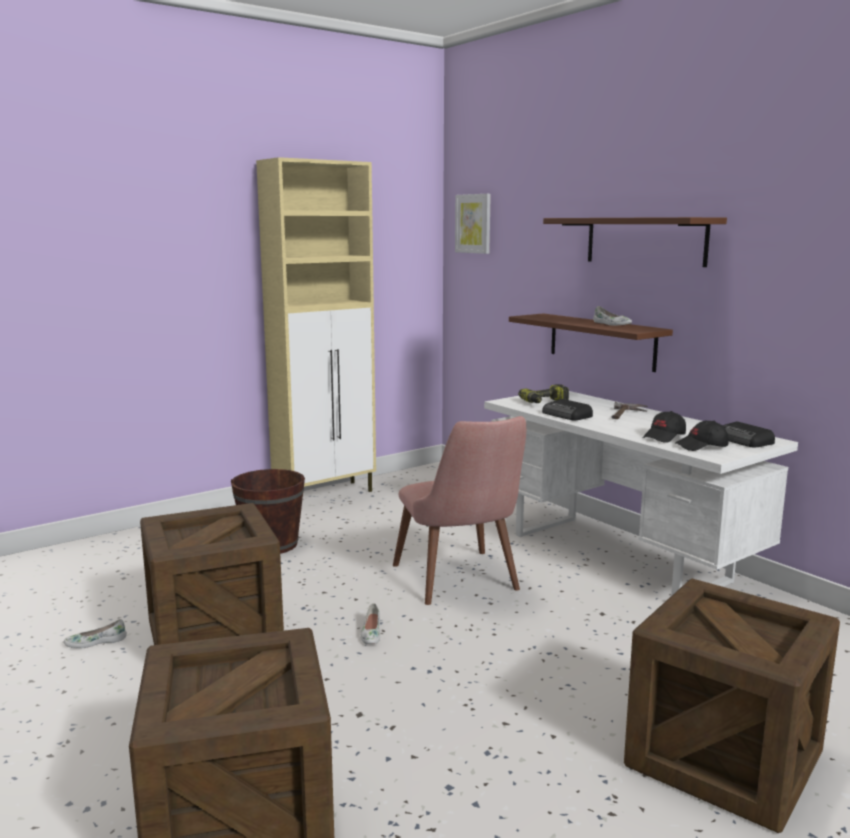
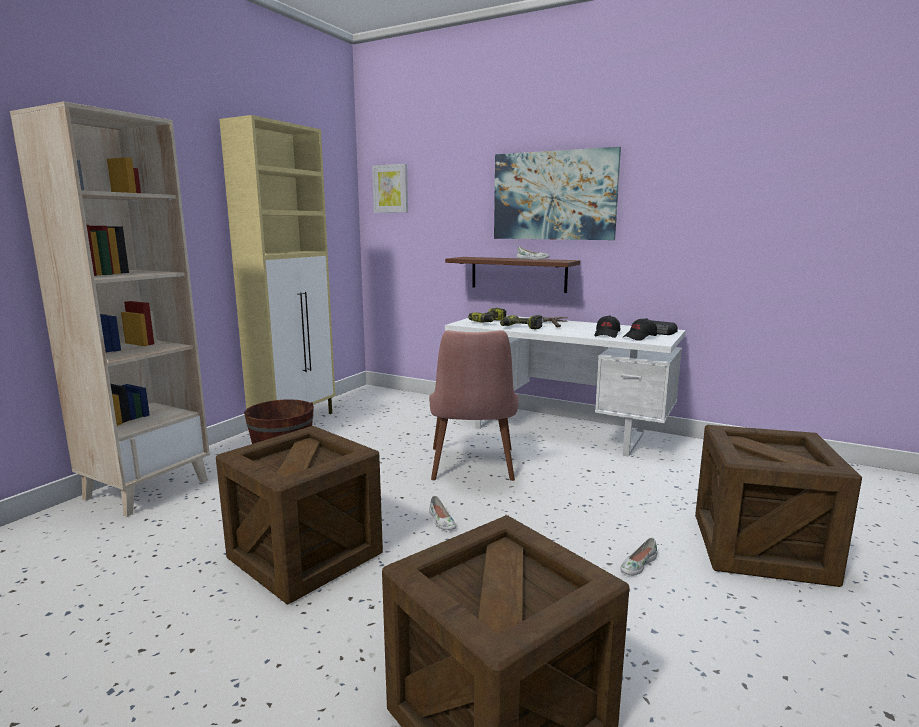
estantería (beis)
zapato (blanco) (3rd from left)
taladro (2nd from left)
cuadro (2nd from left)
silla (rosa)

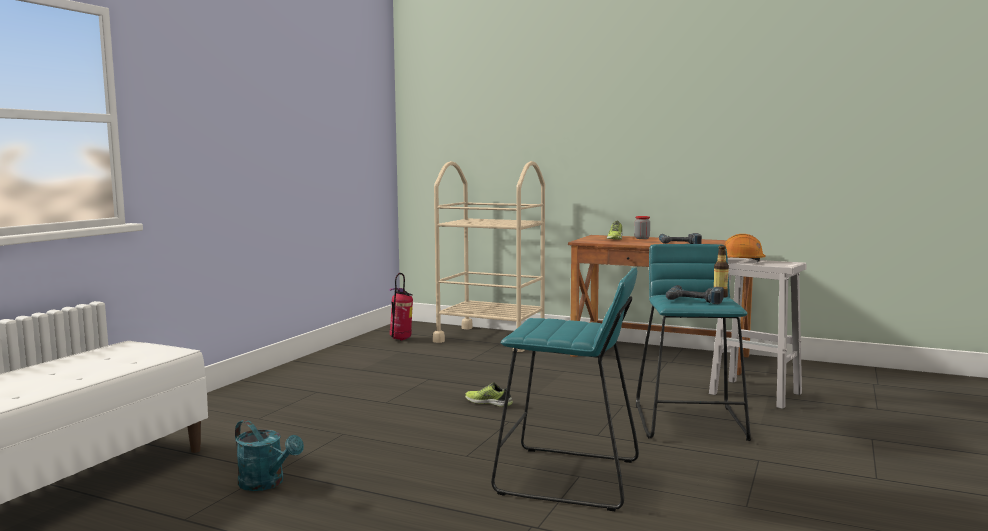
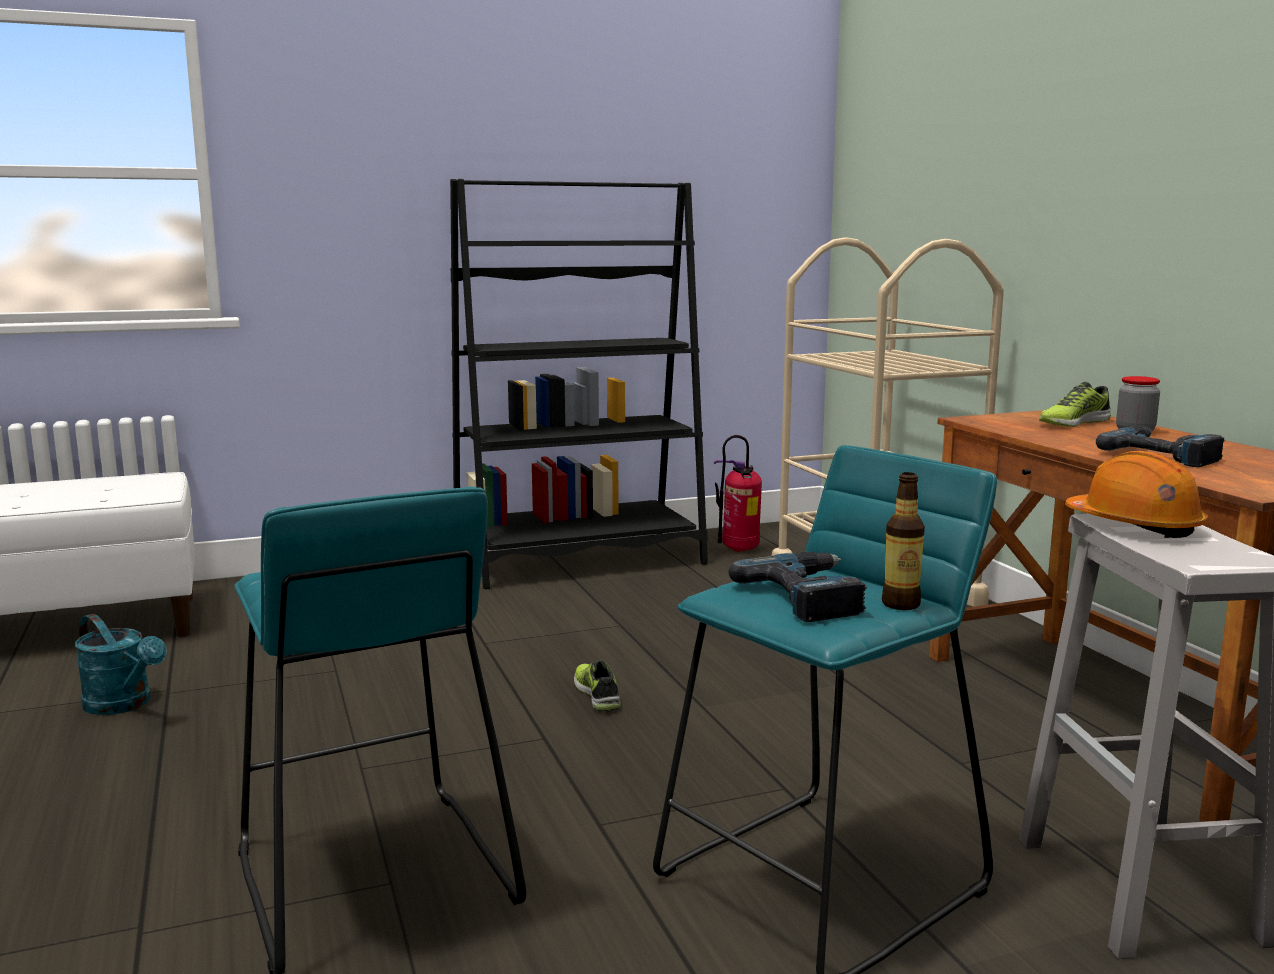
estantería (negro)
regadera (turquesa)

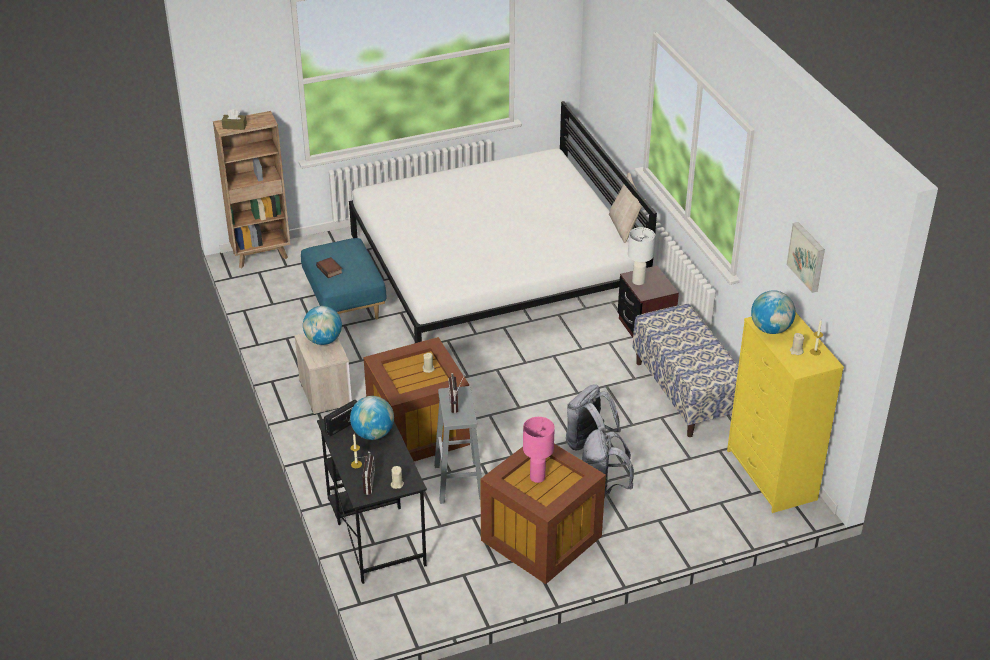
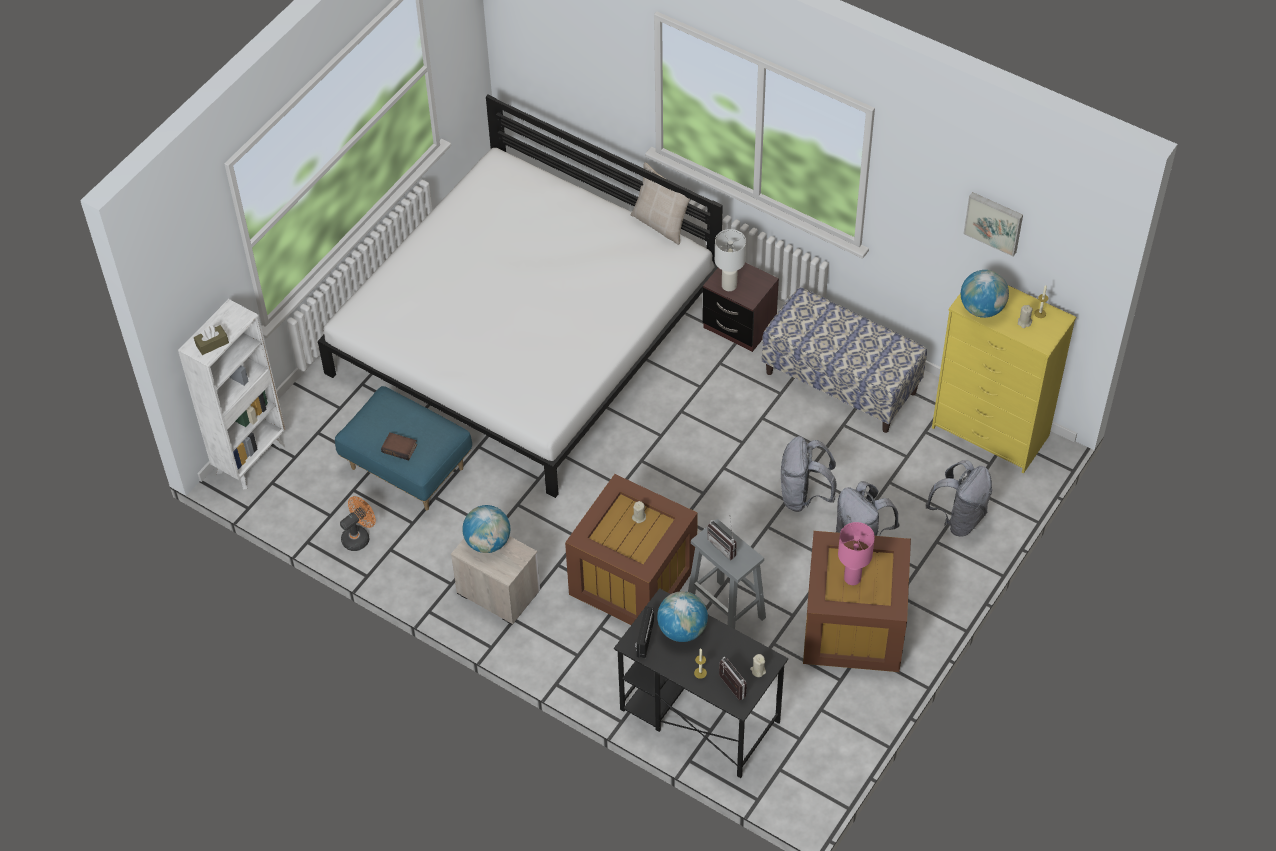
ventilador (naranja)
mochila (gris) (3rd from left)
estantería (blanco)

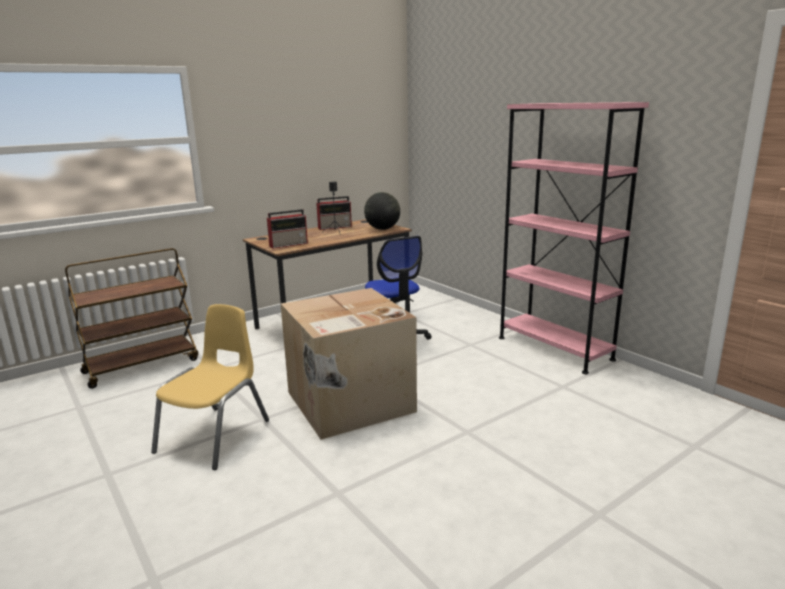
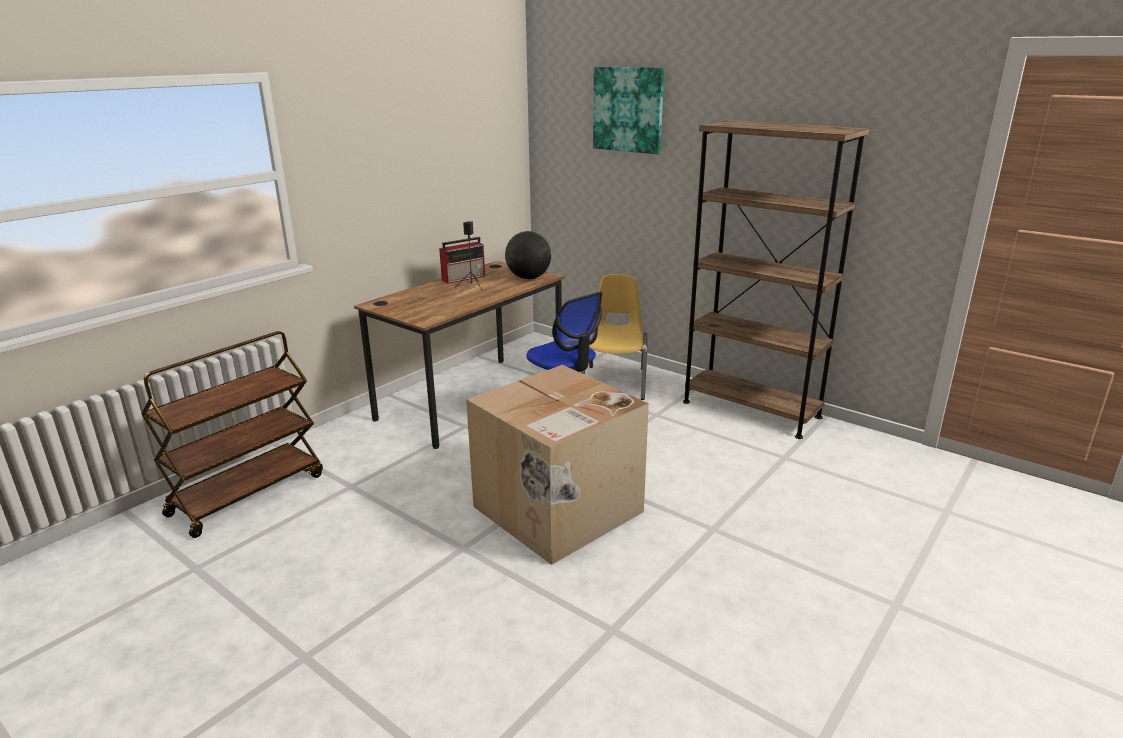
radio (1st from left in the first image)
cuadro
silla (amarillo)
estantería (marrón)

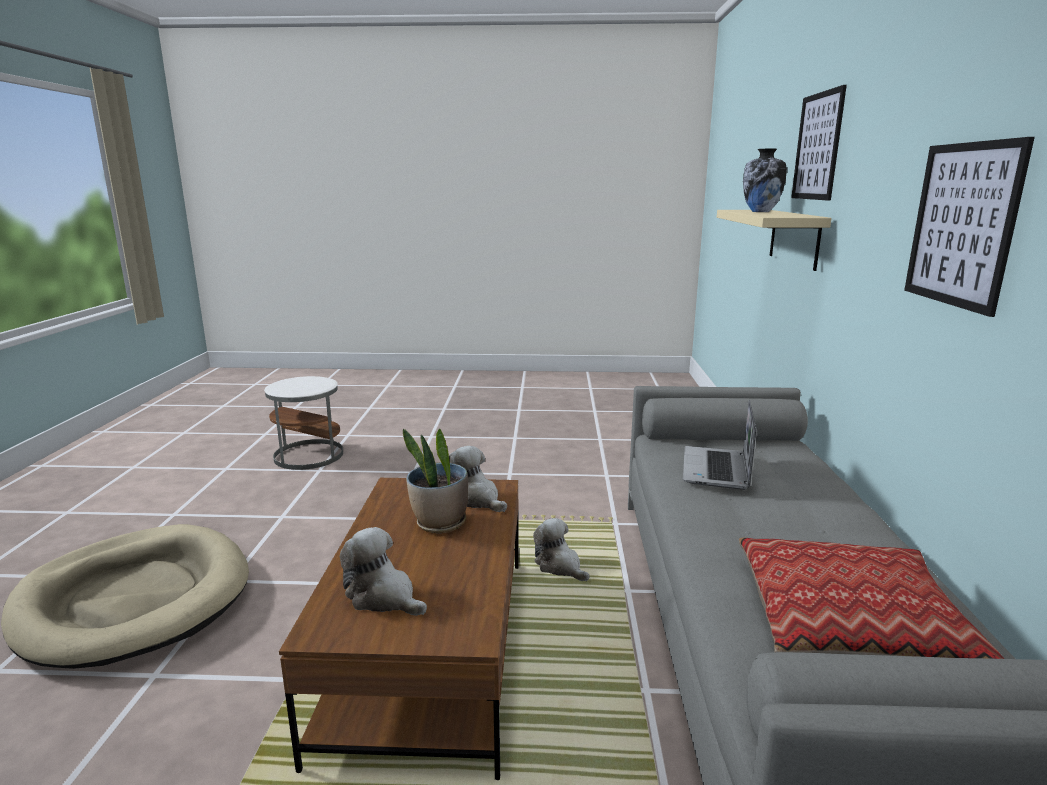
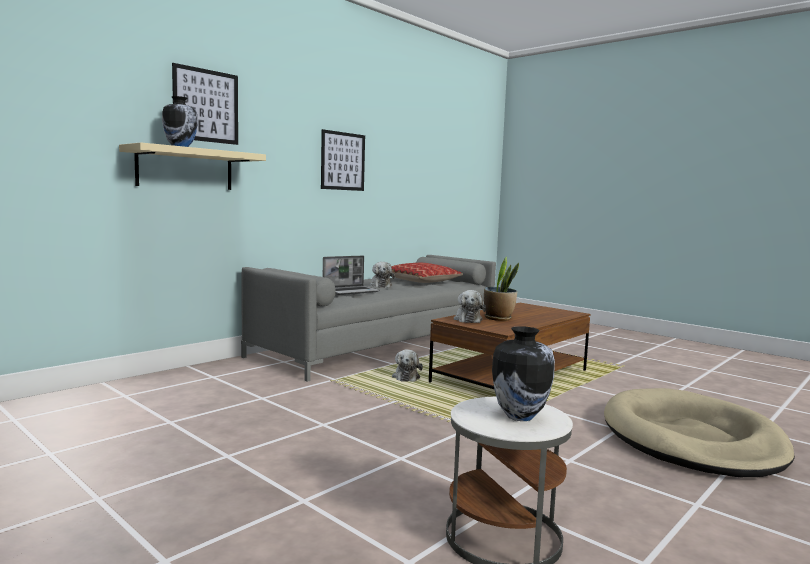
florero (2nd from left)
peluche (1st from left)

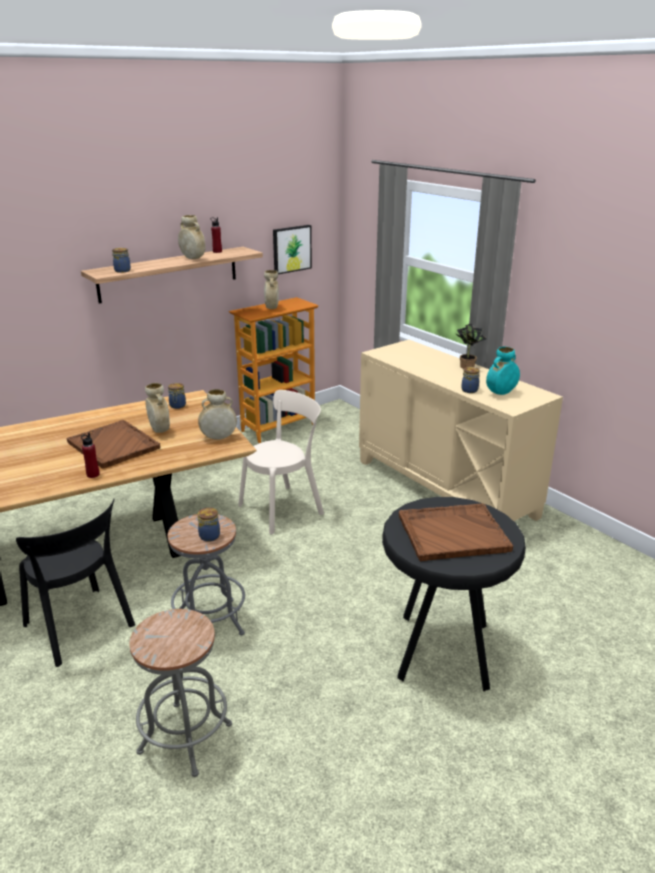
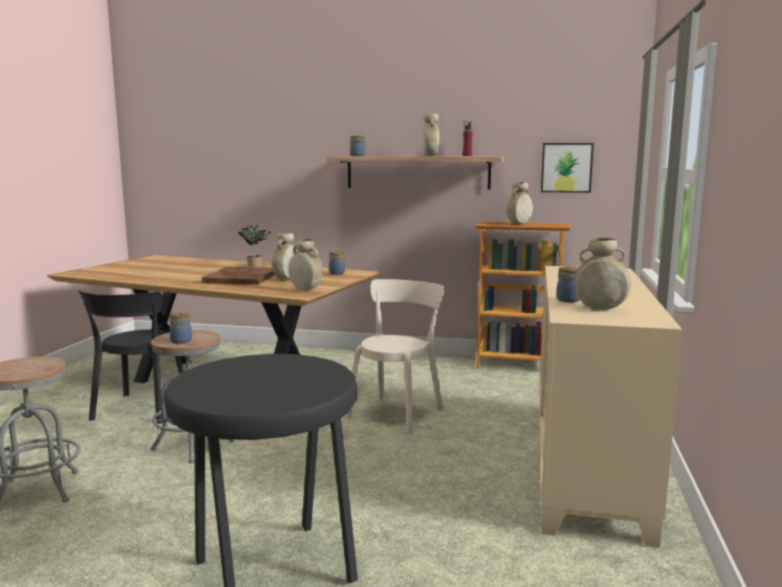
botella (rojo) (1st from left in the first image)
bandeja (marrón) (2nd from left in the first image)
planta en maceta
florero (beis) (5th from left)
silla (beis)

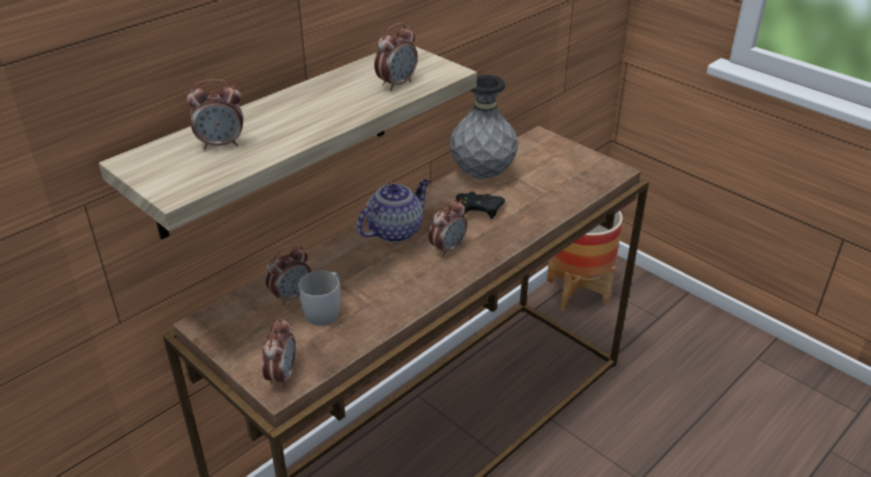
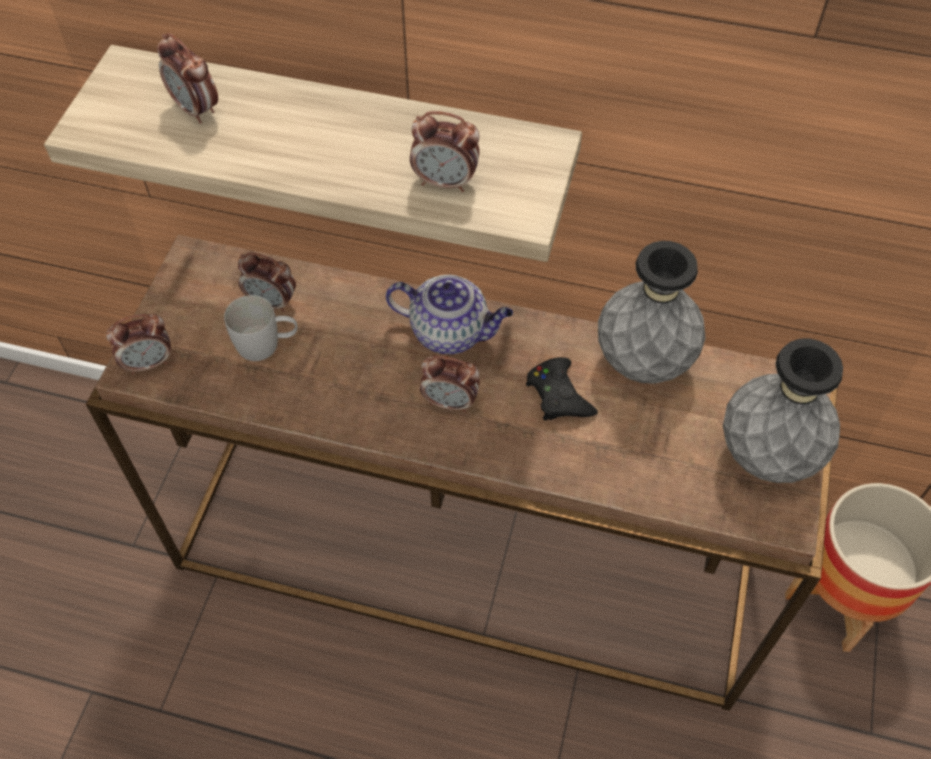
florero (gris) (2nd from left)

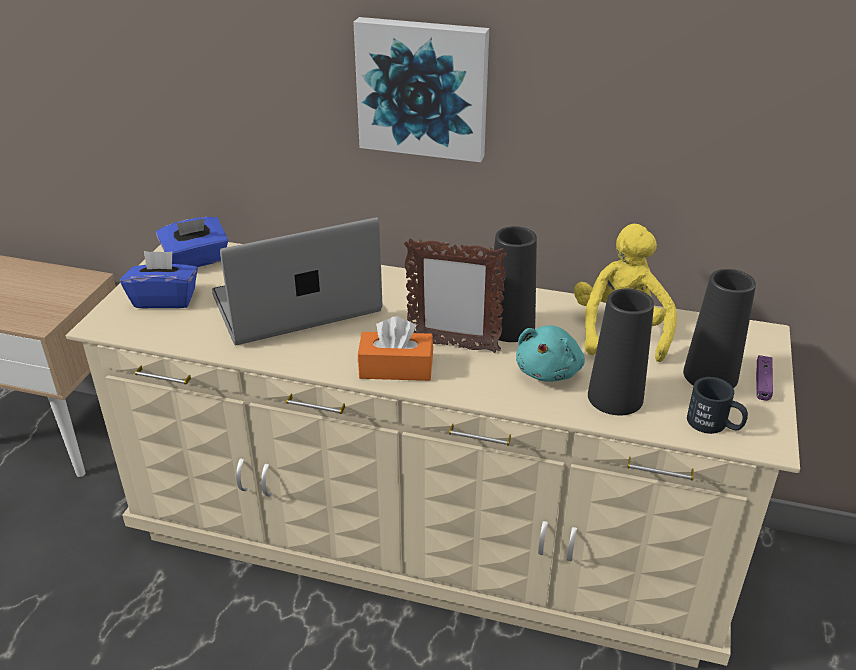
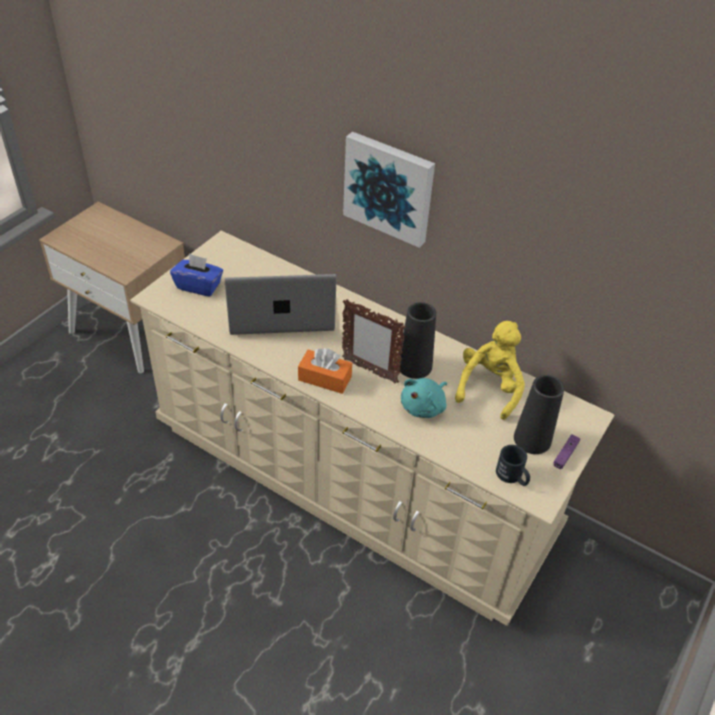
caja de pañuelos (azul) (2nd from left in the first image)
florero (negro) (2nd from left in the first image)

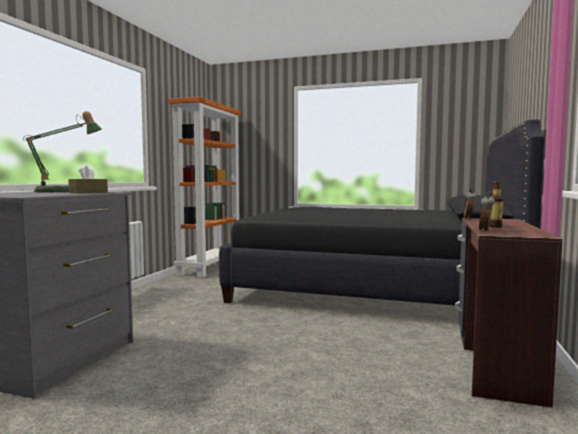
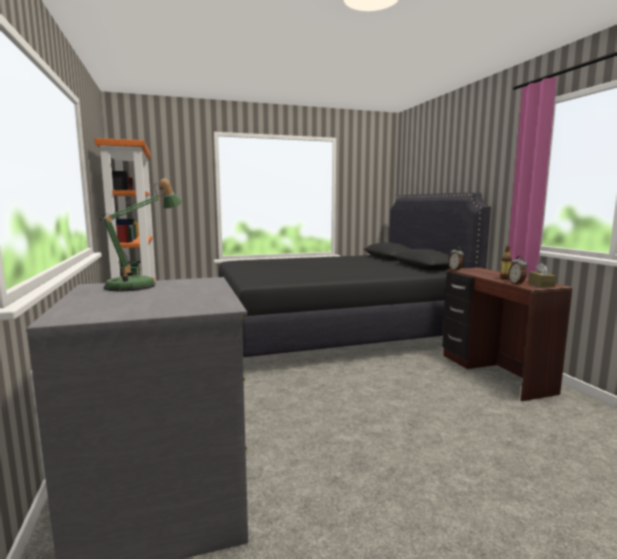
caja de pañuelos (marrón)

